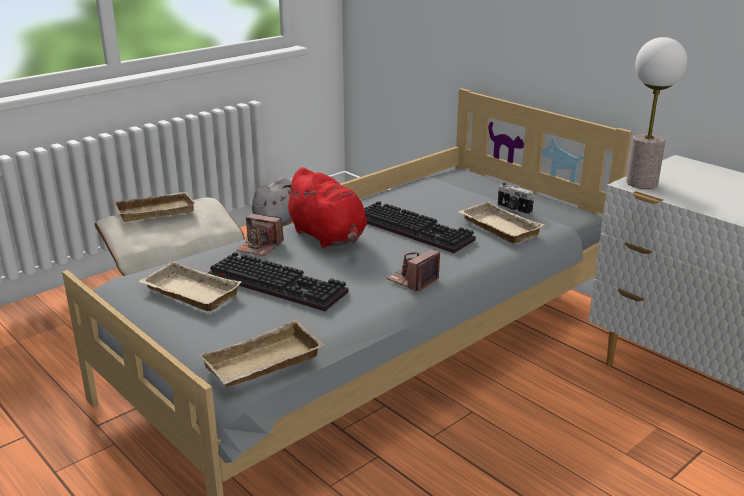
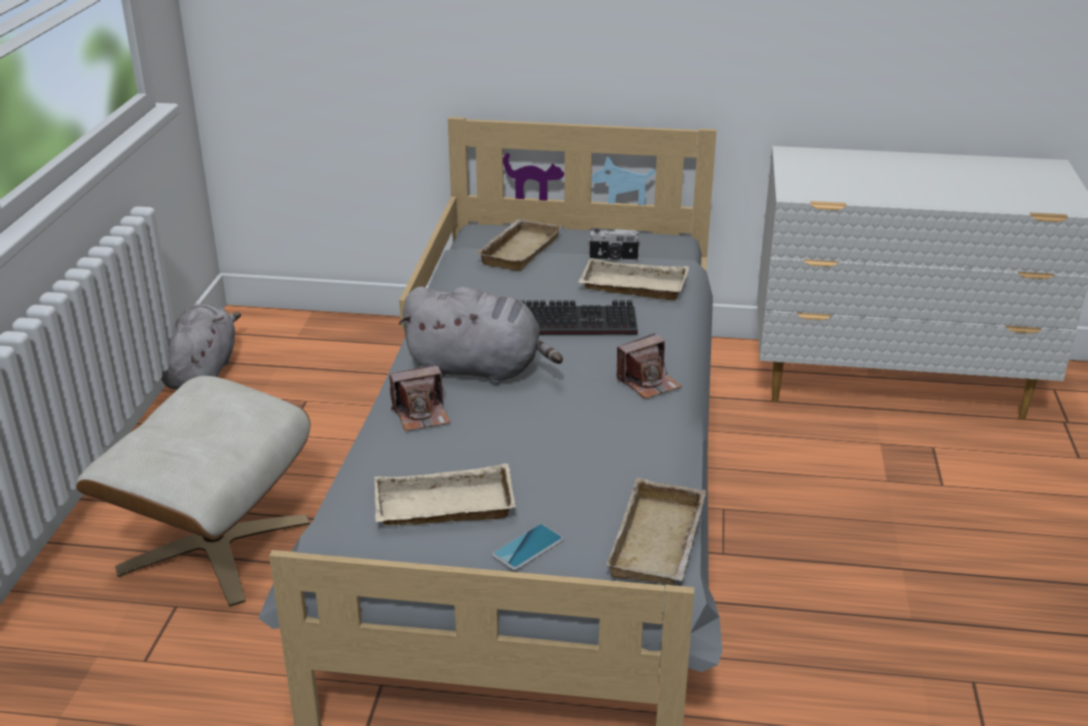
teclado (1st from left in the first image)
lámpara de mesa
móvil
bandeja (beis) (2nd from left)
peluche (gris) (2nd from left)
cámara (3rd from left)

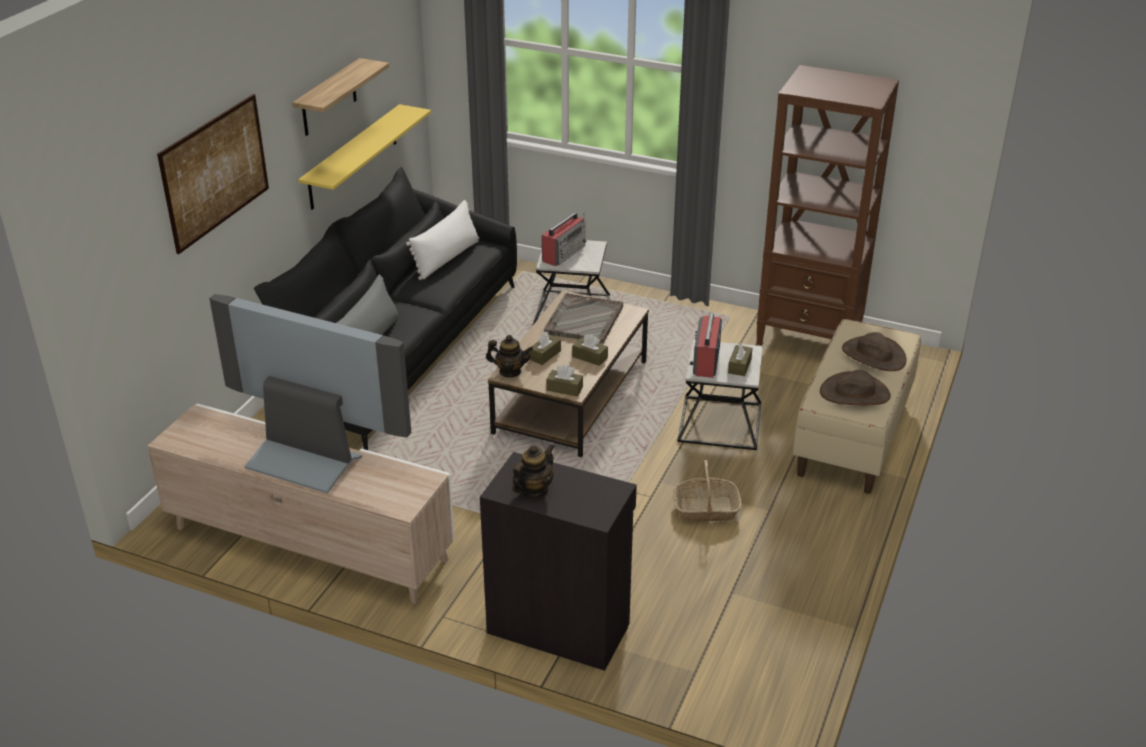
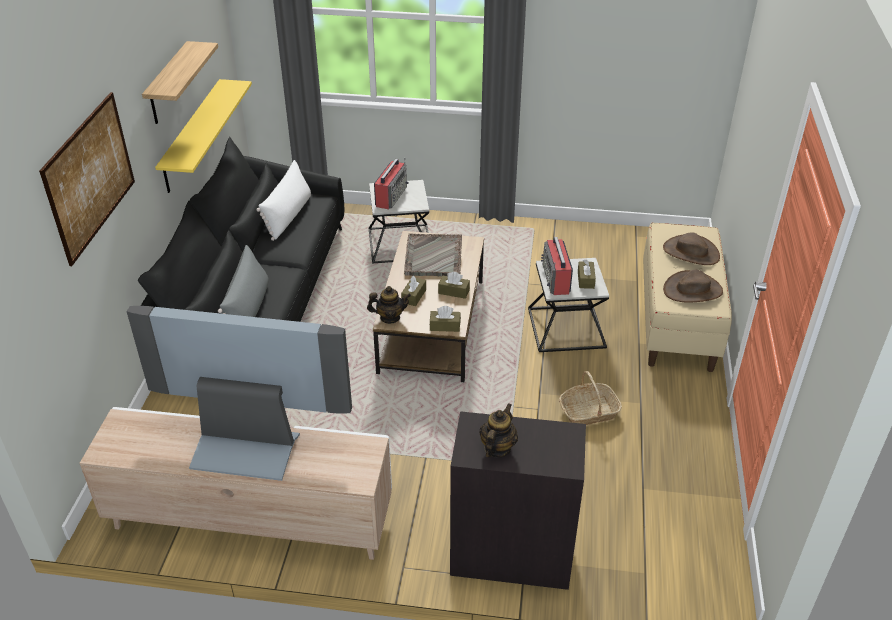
estantería (marrón)

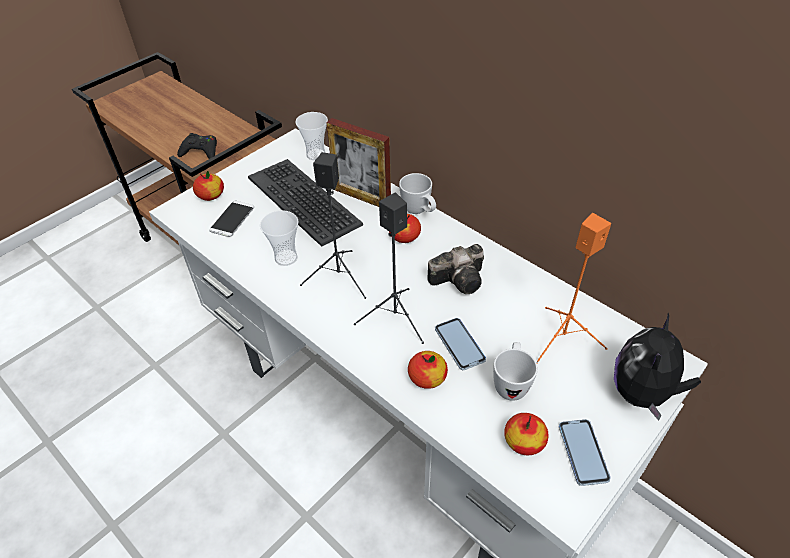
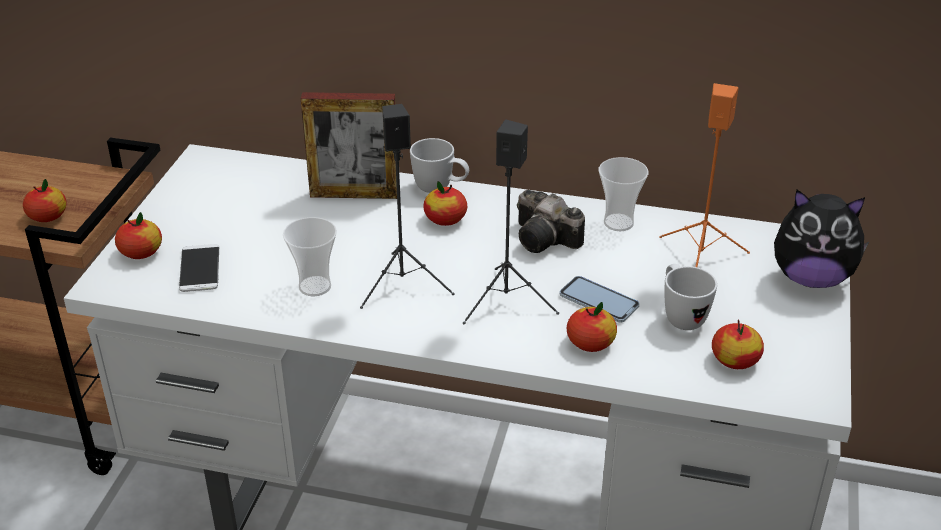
teclado
móvil (3rd from left in the first image)
taza (2nd from left)
manzana (1st from left)
cámara
peluche

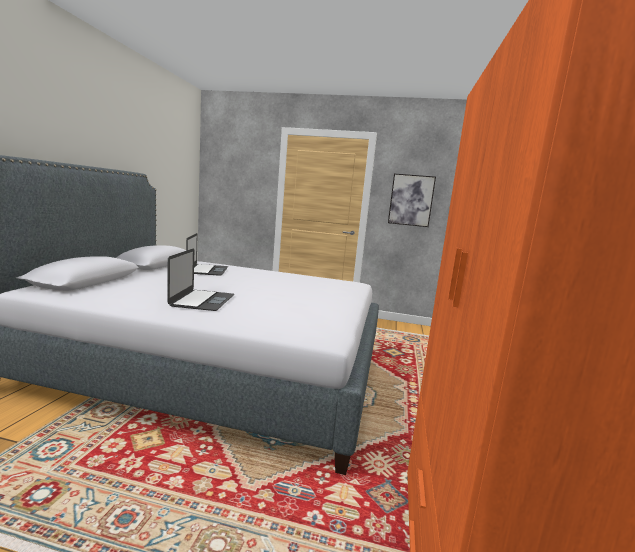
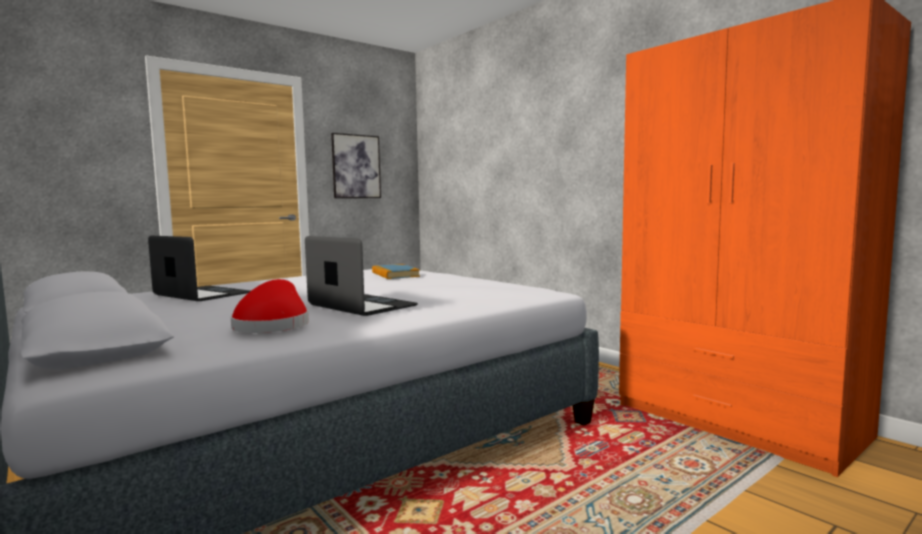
sombrero (rojo)
libro

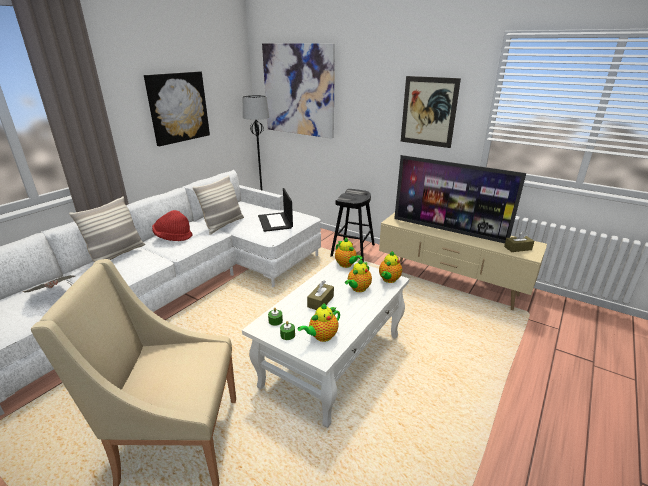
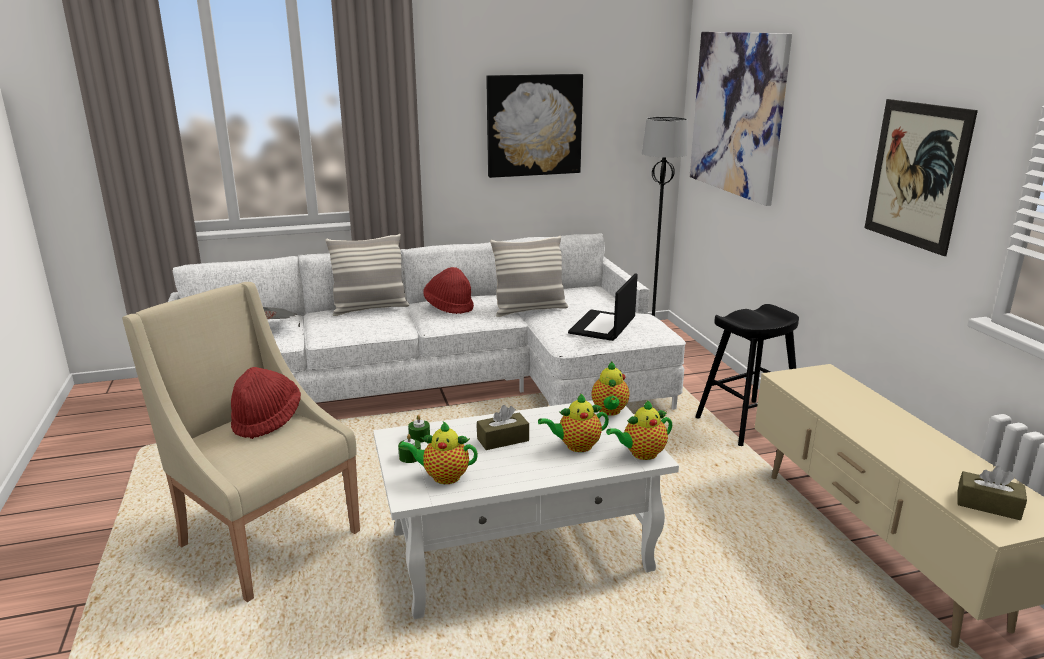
televisor
sombrero (rojo) (1st from left)

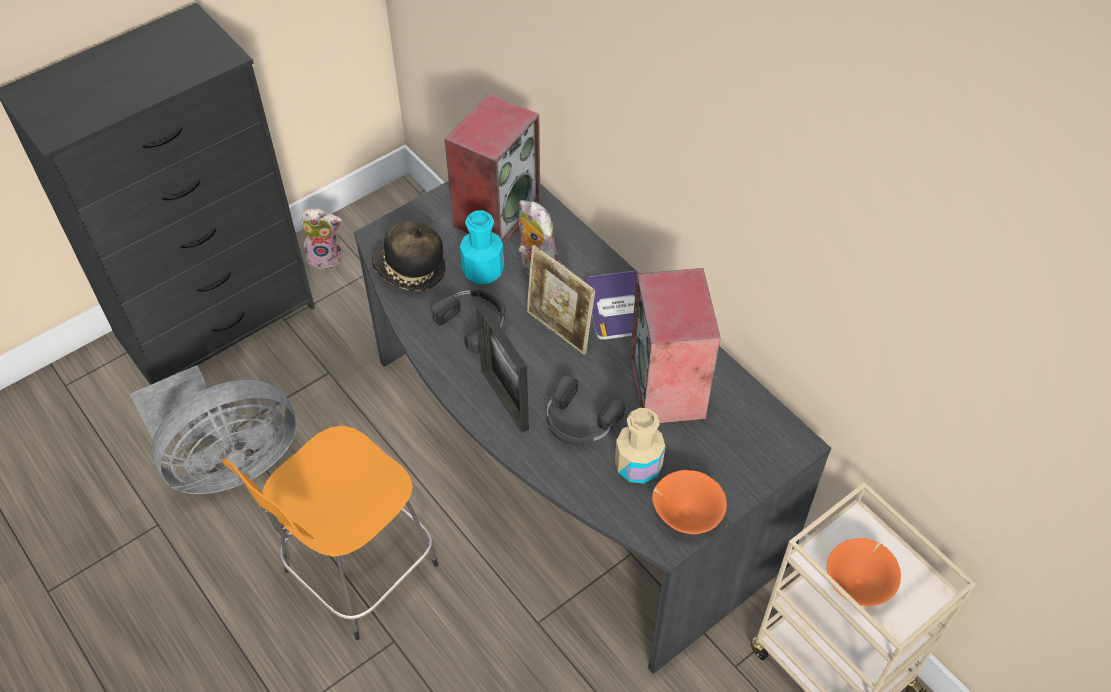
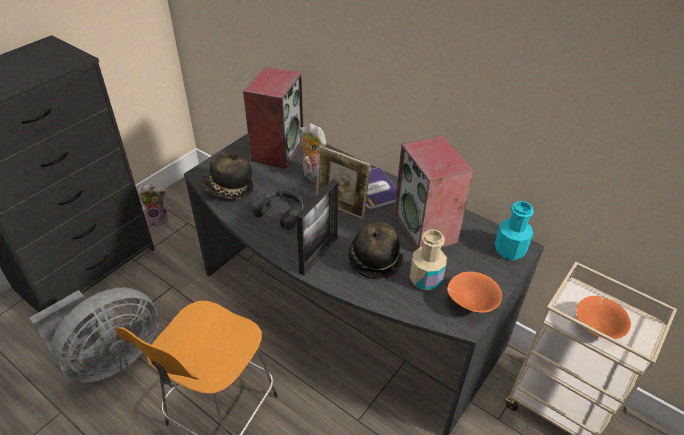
botella (turquesa)
sombrero (2nd from left)
portarretratos (1st from left)

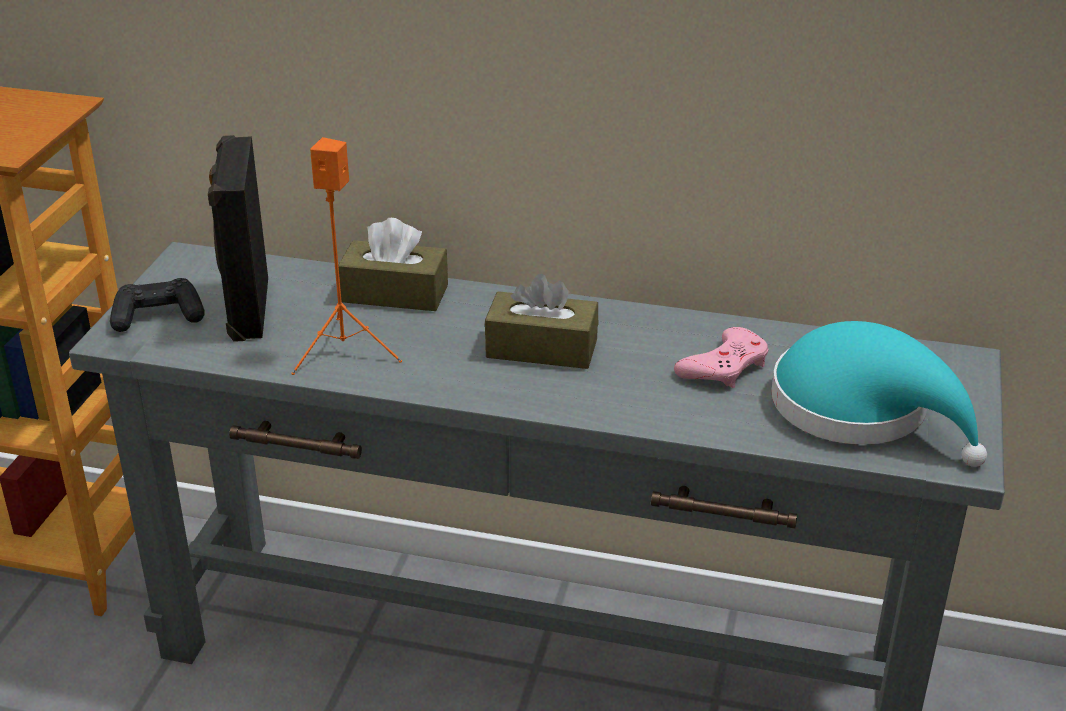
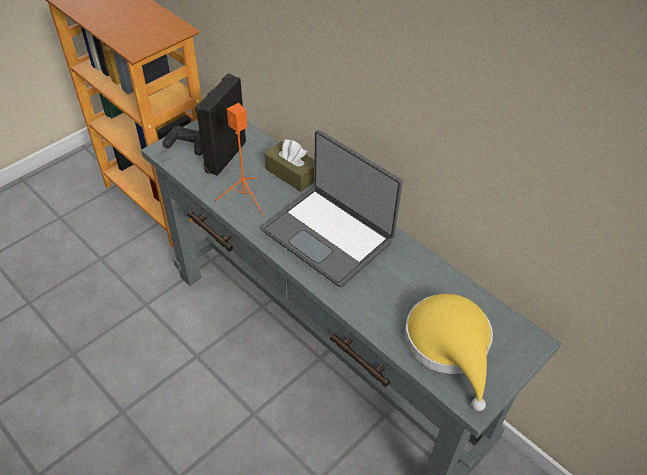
mando de consola (rosa)
portátil
sombrero (amarillo)

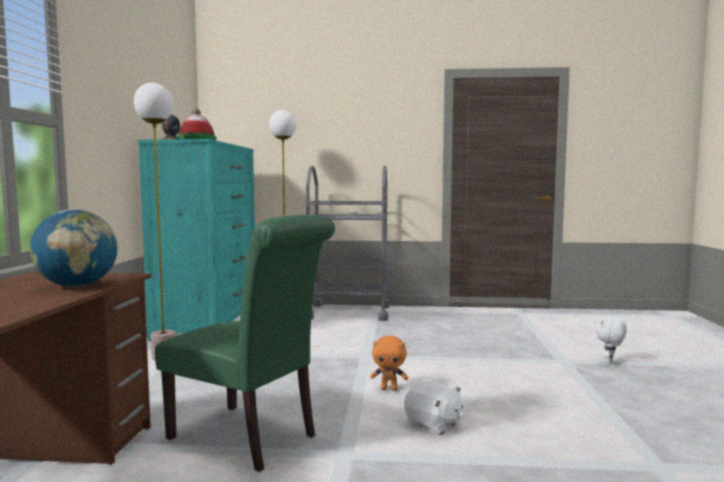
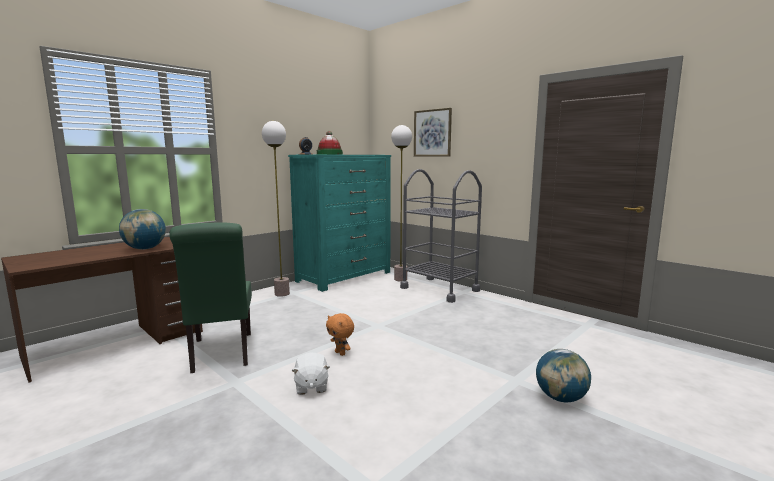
cuadro
globo terráqueo (2nd from left)

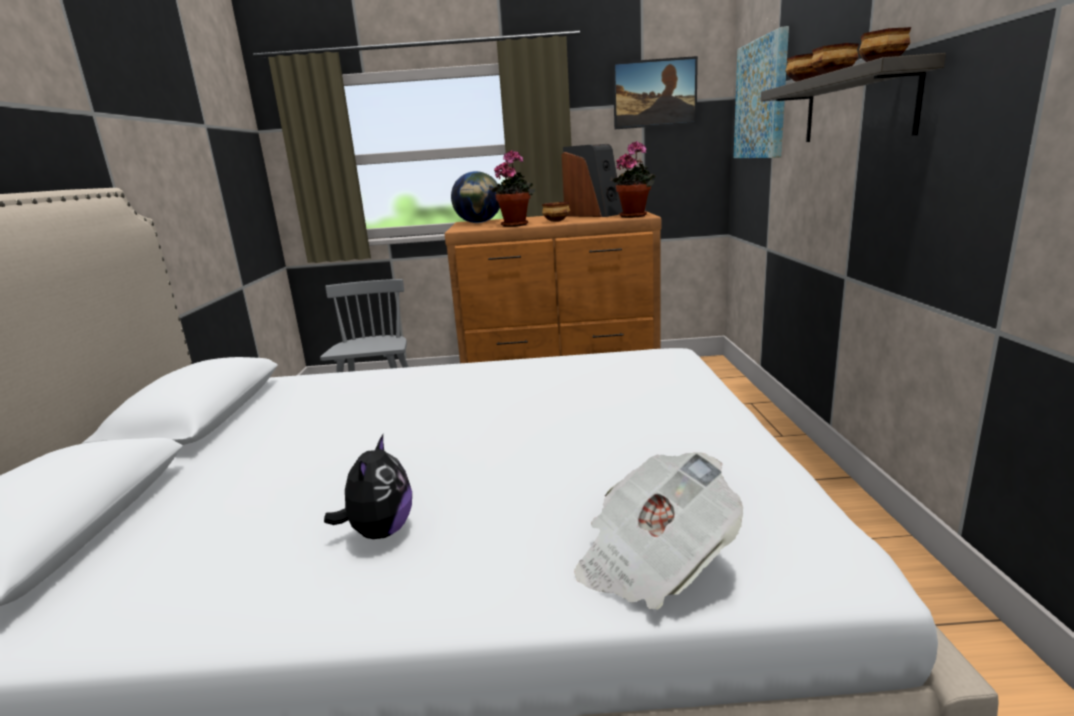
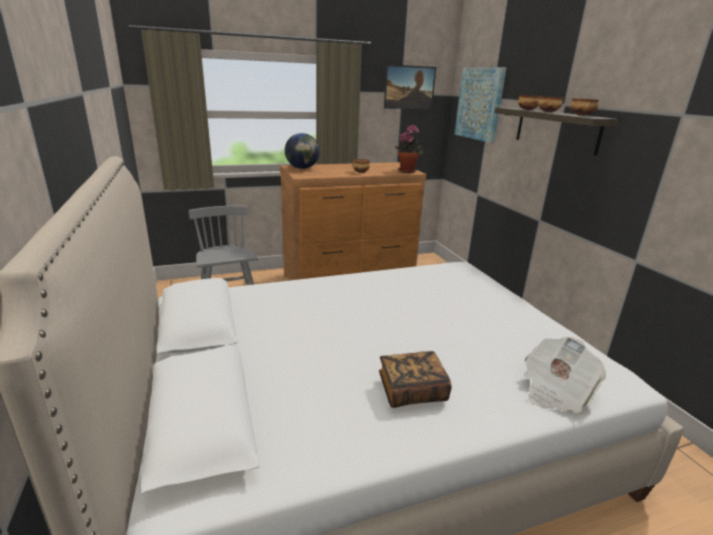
planta en maceta (1st from left in the first image)
altavoz
libro

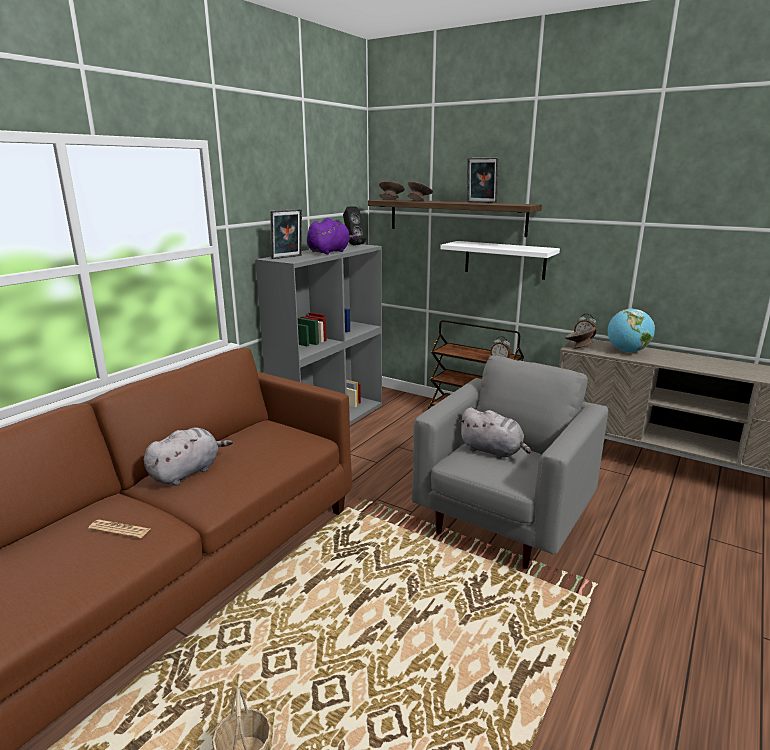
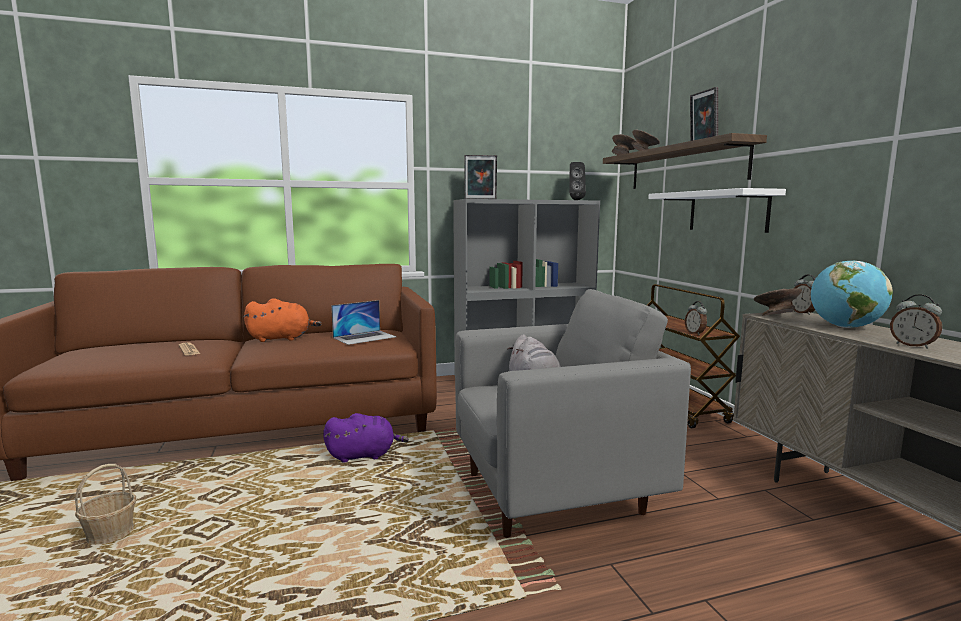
portátil
despertador (3rd from left)
peluche (morado)
peluche (naranja)

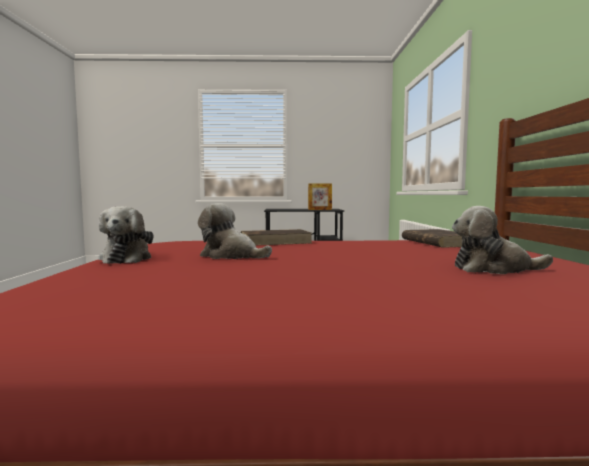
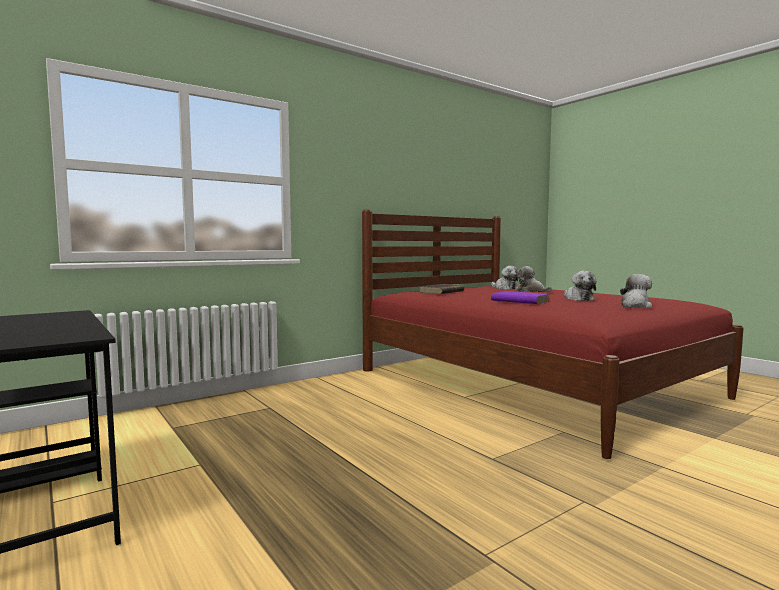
portarretratos
peluche (2nd from left)
libro (morado)

